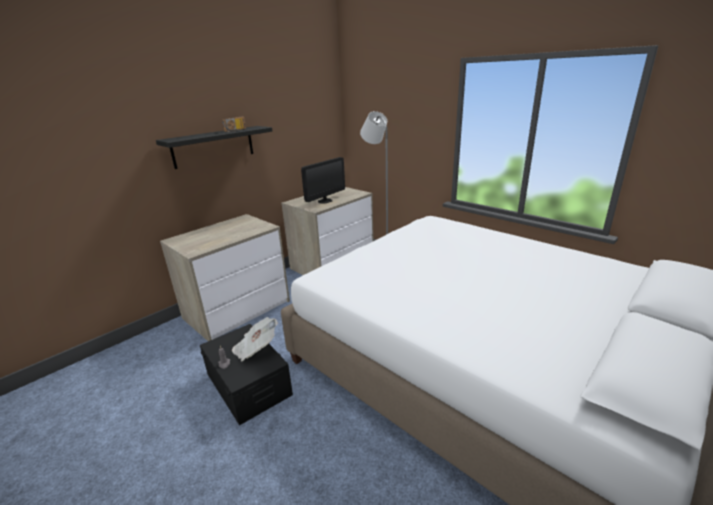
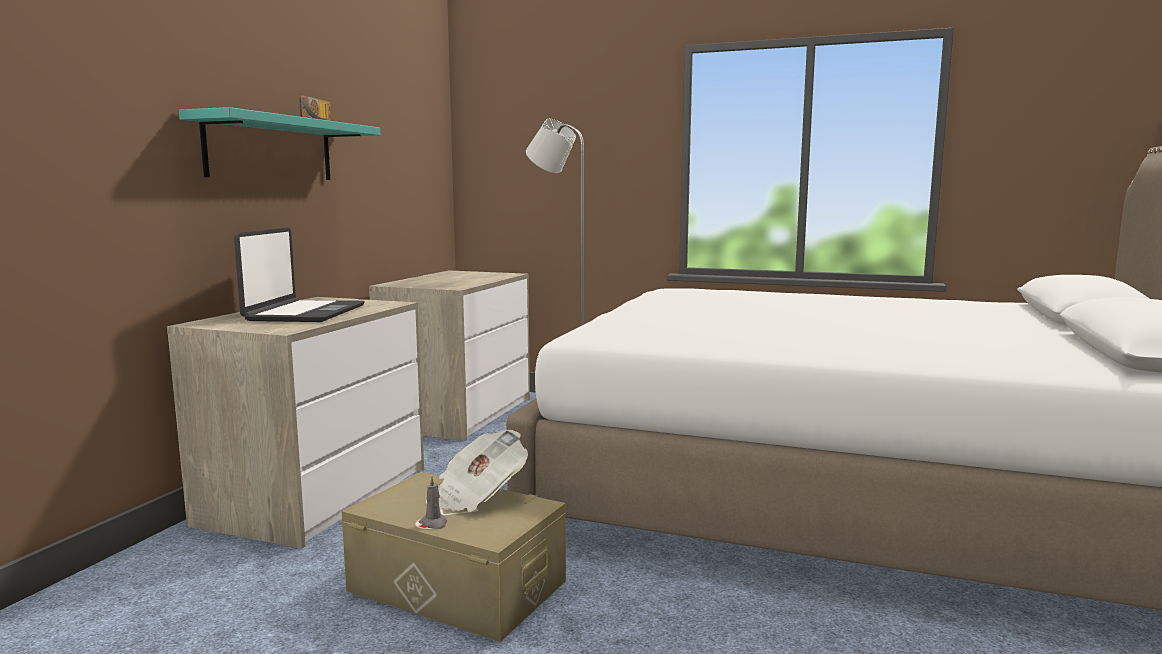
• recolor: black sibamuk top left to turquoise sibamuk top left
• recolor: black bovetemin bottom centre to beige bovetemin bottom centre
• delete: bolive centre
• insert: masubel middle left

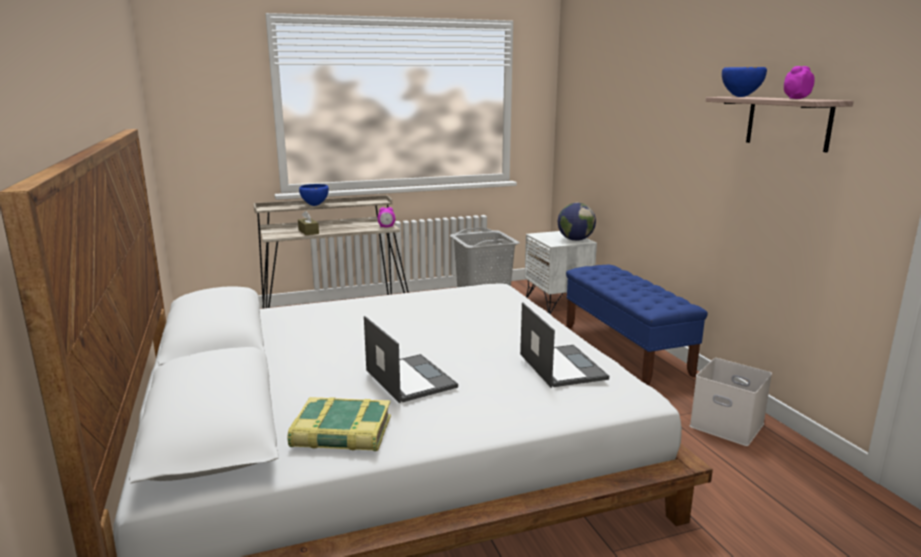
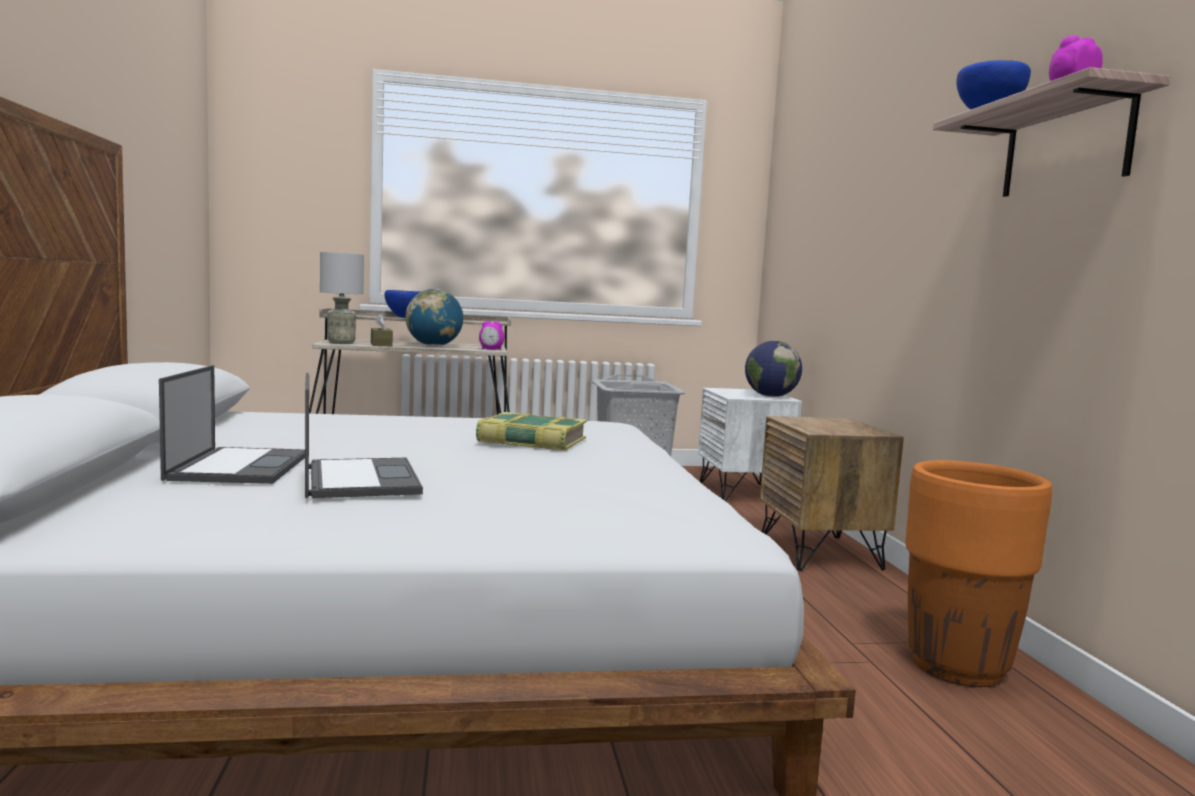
• move: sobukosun bottom centre to centre
• move: masubel (2nd from left in the first image) centre to masubel (1st from left) middle left
• replace: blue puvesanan middle right to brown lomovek middle right
• replace: white bovetemin bottom right to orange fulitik bottom right
• insert: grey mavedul middle left
• insert: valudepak (1st from left) centre

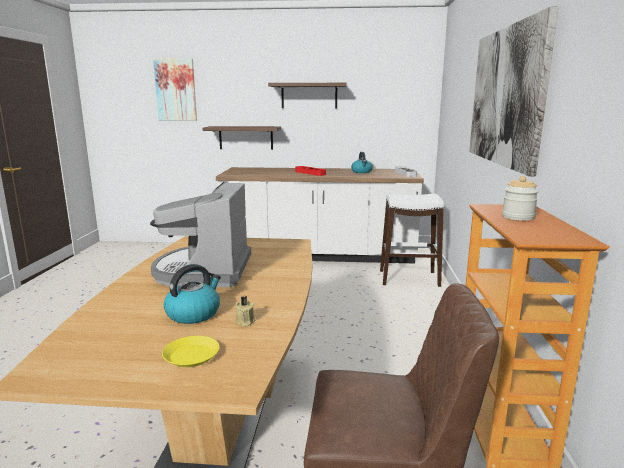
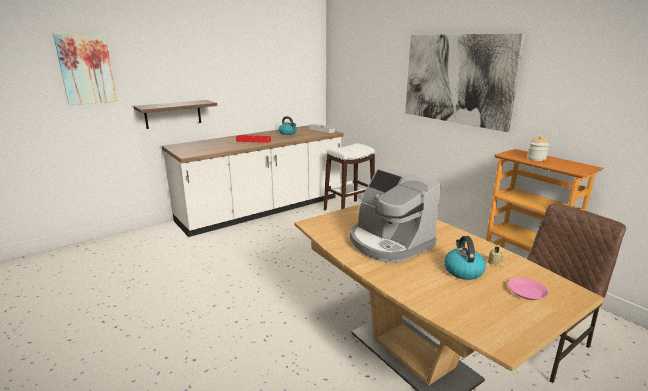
• recolor: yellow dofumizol bottom left to pink dofumizol bottom right
• delete: sibamuk (2nd from left) top centre

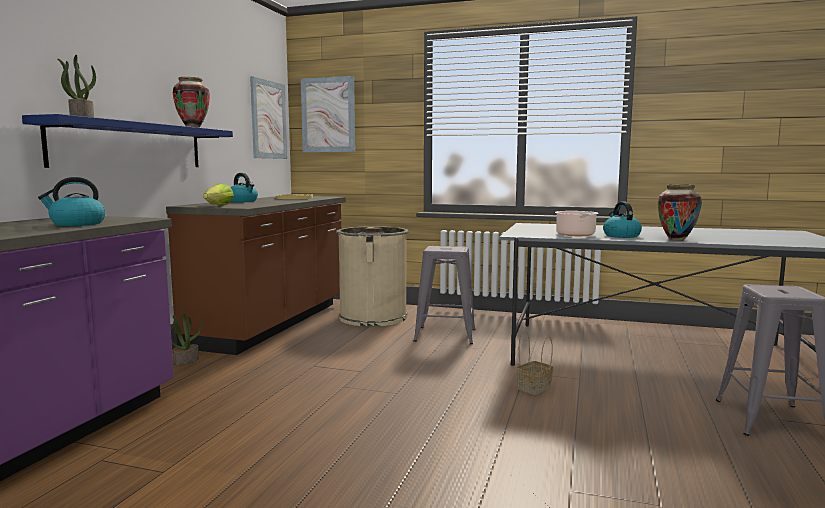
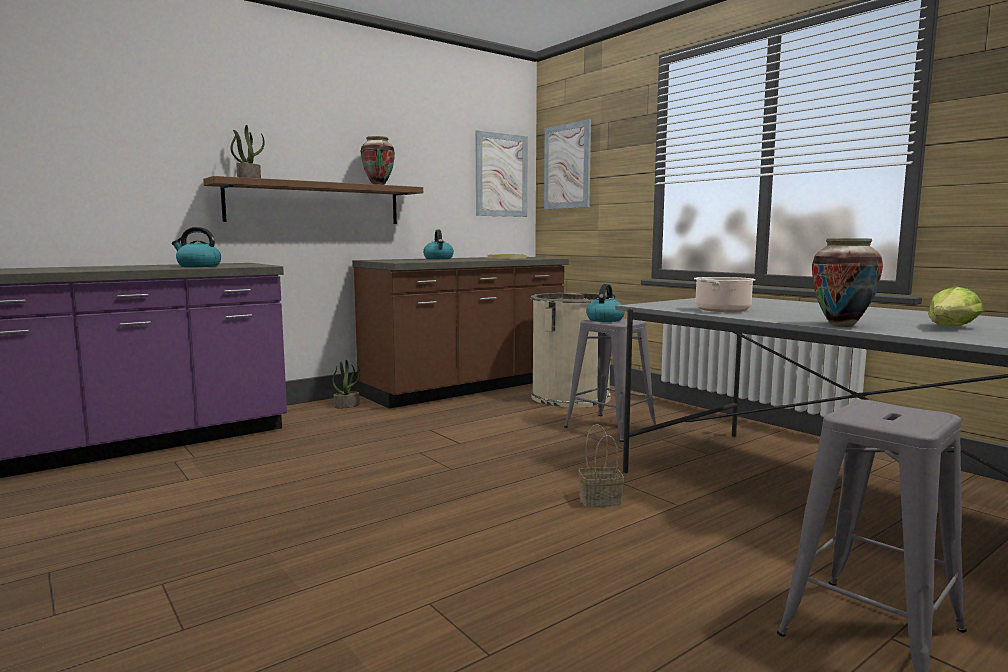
• recolor: blue sibamuk top left to brown sibamuk top left
• move: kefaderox middle left to middle right
• move: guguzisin (3rd from left) middle right to centre

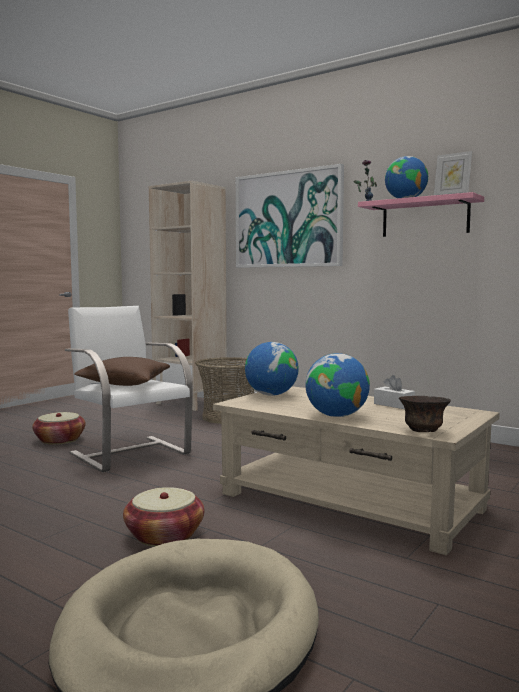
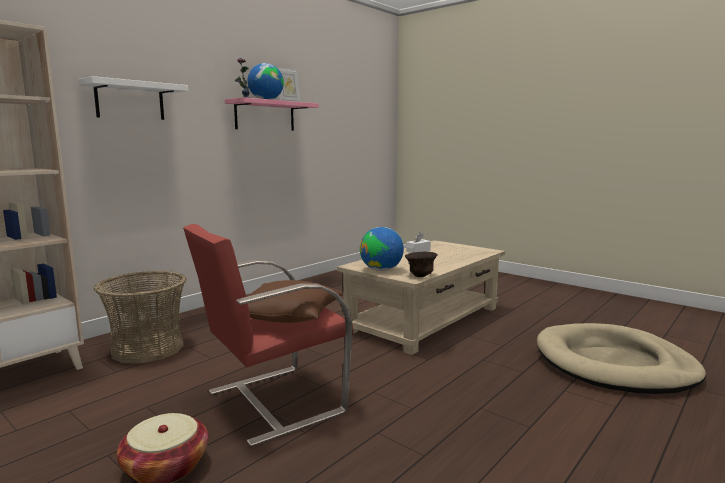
• recolor: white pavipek middle left to red pavipek bottom centre
• delete: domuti (2nd from left) bottom left
• replace: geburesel top centre to white sibamuk top left
• delete: valudepak (2nd from left) centre
• move: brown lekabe middle right to centre

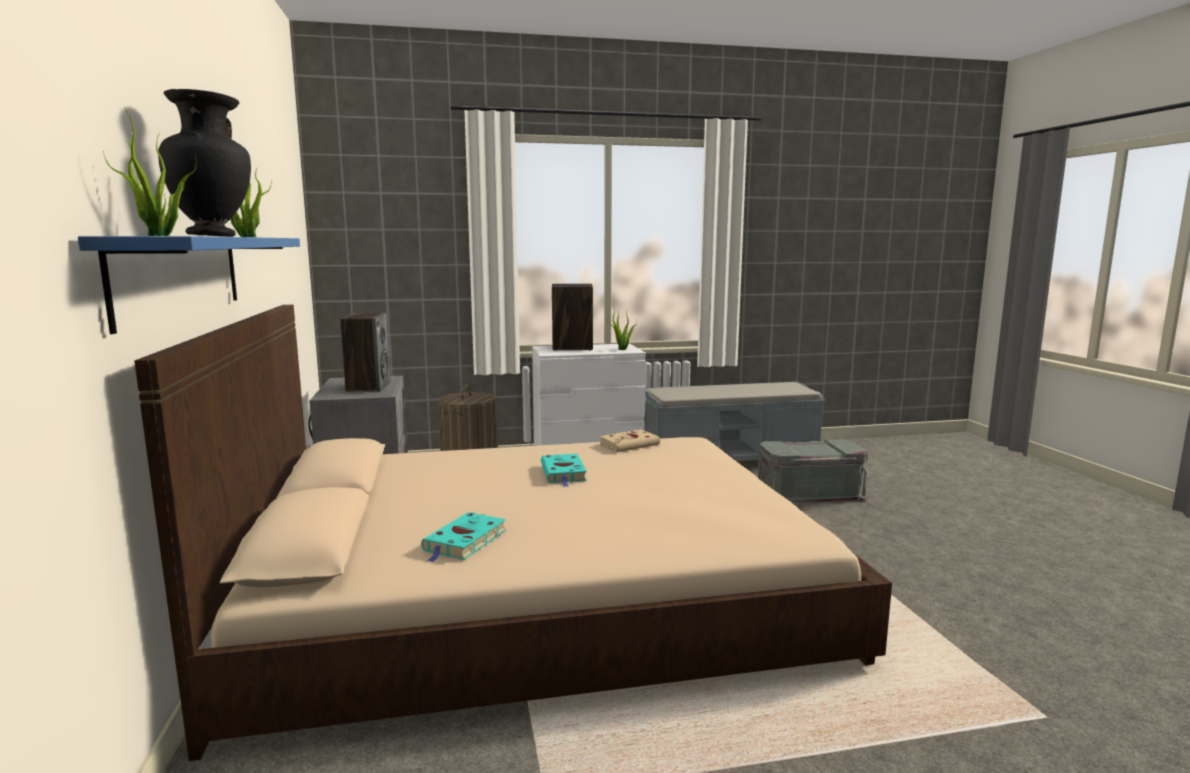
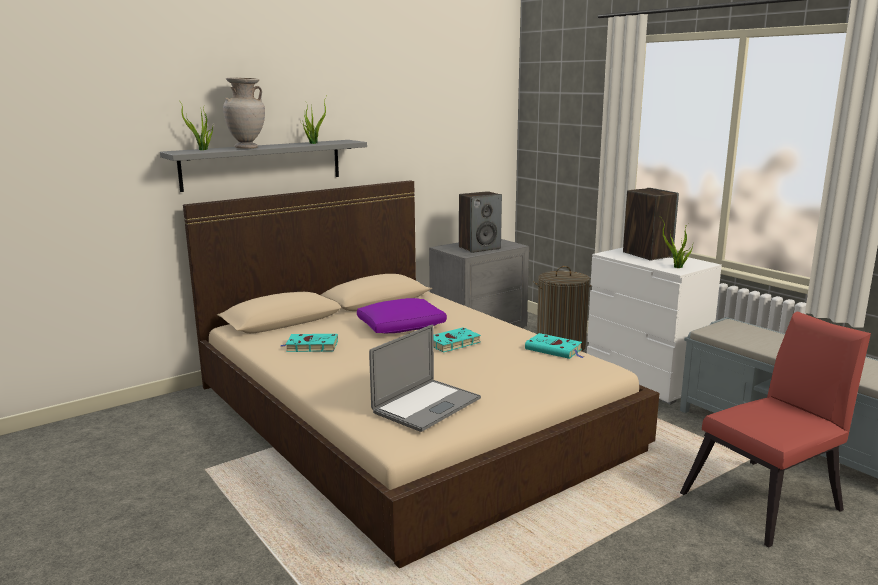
• recolor: blue sibamuk middle left to grey sibamuk top left
• recolor: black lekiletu top left to beige lekiletu top left
• recolor: beige sobukosun centre to turquoise sobukosun (3rd from left) centre
• replace: grey bovetemin middle right to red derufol bottom right
• insert: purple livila centre
• insert: masubel centre

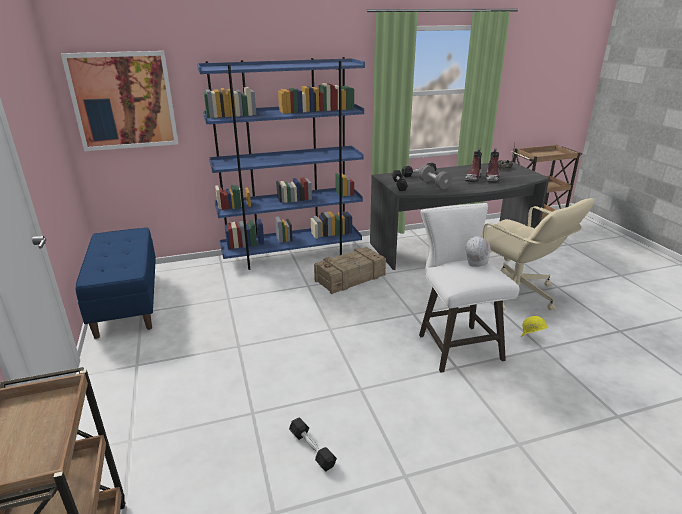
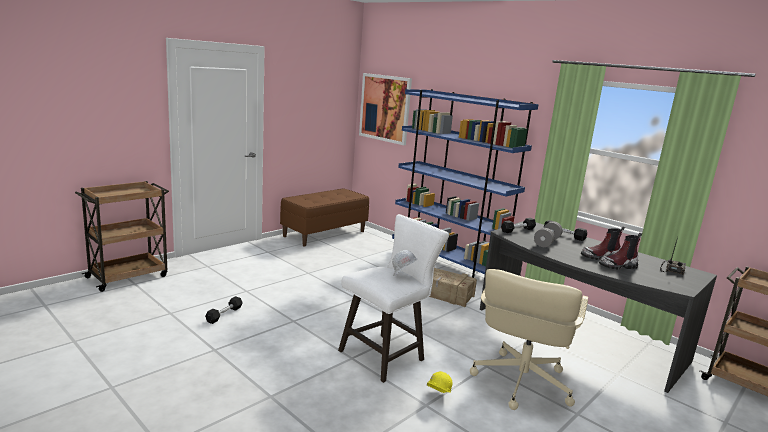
• recolor: blue puvesanan middle left to brown puvesanan centre

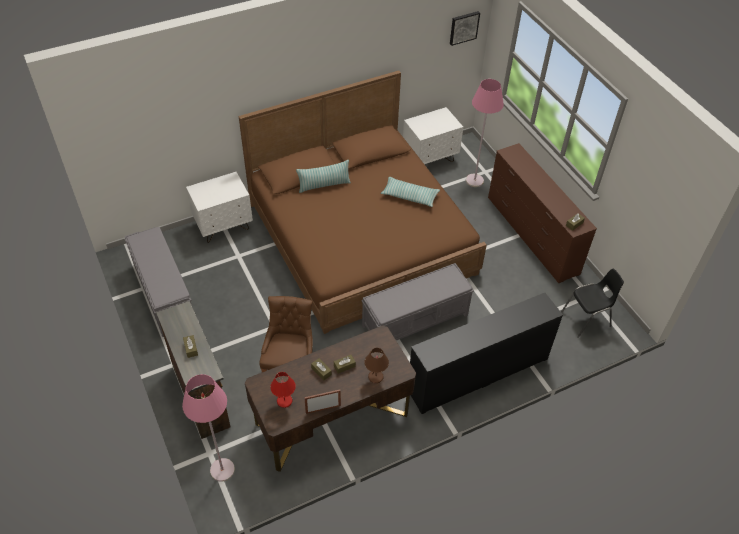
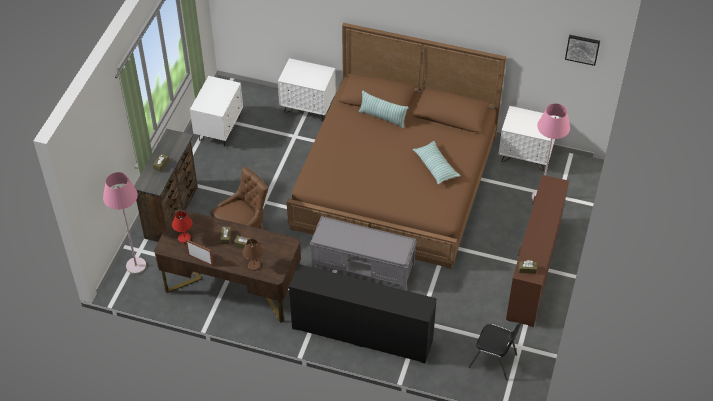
• replace: grey puvesanan (1st from left) middle left to white lomovek (1st from left) top left

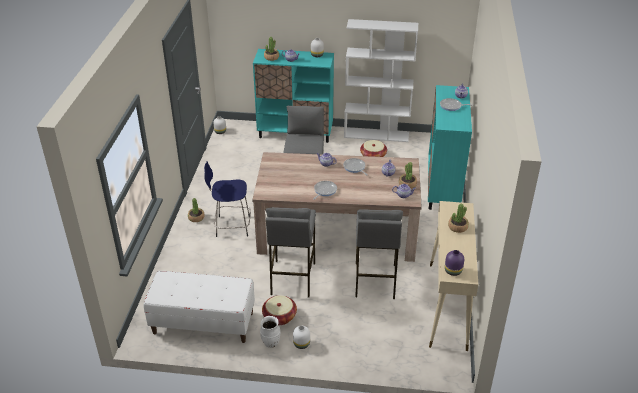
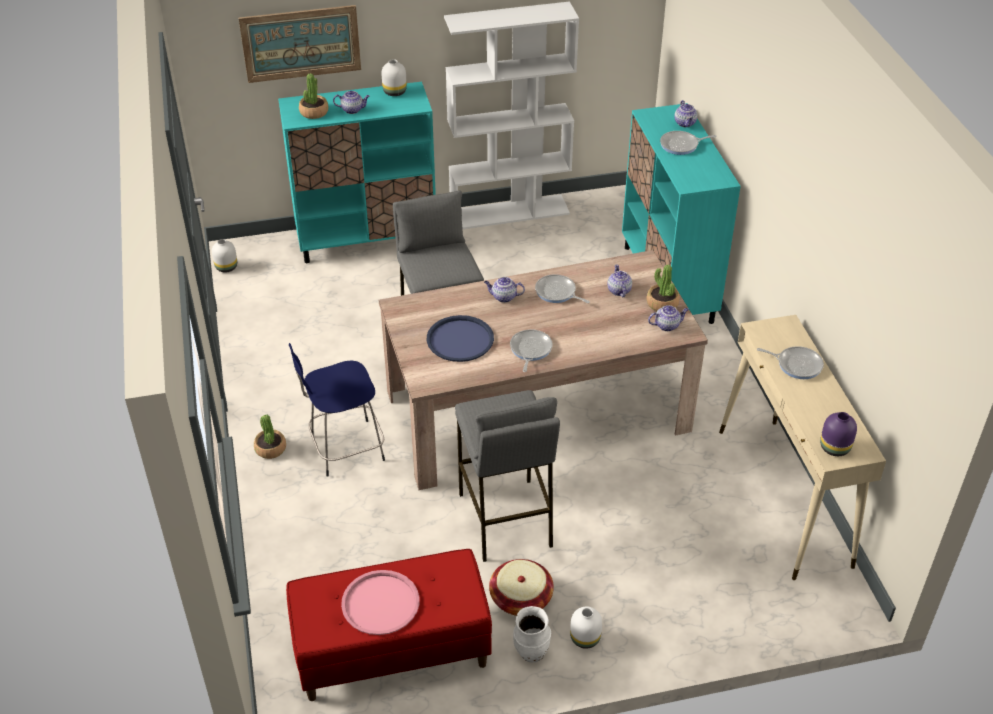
• recolor: white puvesanan bottom left to red puvesanan bottom centre
• delete: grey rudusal (3rd from left) centre
• delete: domuti (2nd from left) centre
• replace: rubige (4th from left) middle right to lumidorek (4th from left) middle right
• insert: geburesel top left
• insert: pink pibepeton bottom centre
• insert: blue pibepeton centre

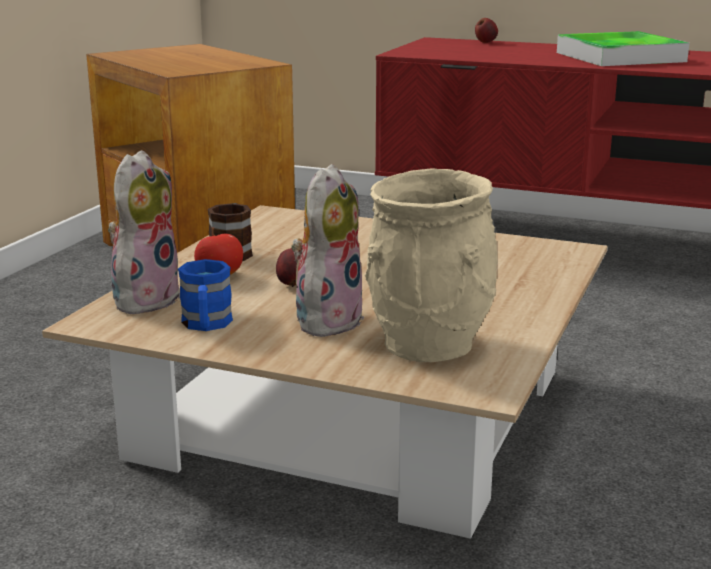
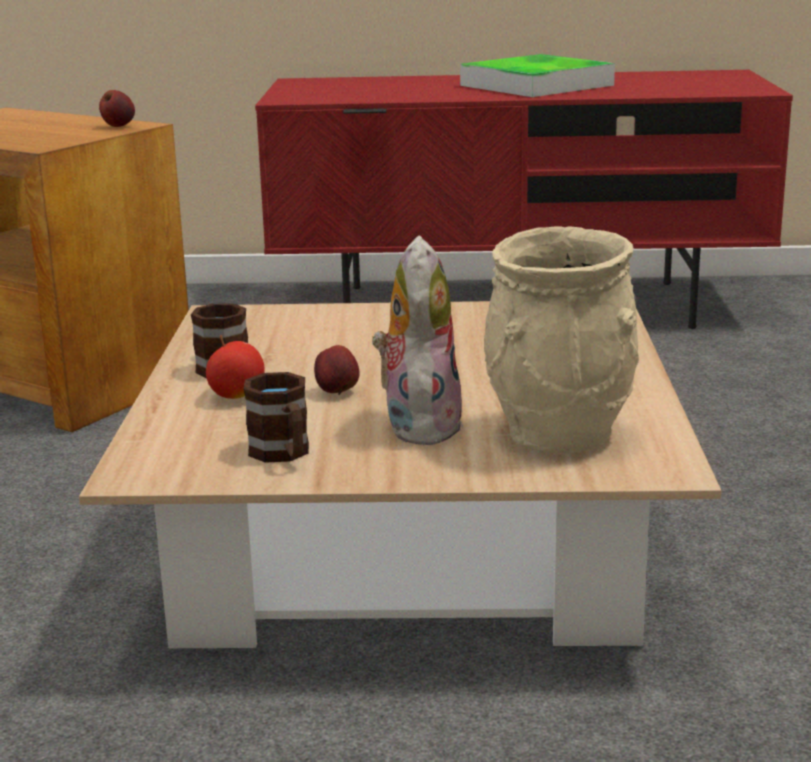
• delete: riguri (1st from left) middle left
• recolor: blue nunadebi middle left to brown nunadebi (2nd from left) centre
• move: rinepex (3rd from left in the first image) top right to rinepex (1st from left) top left

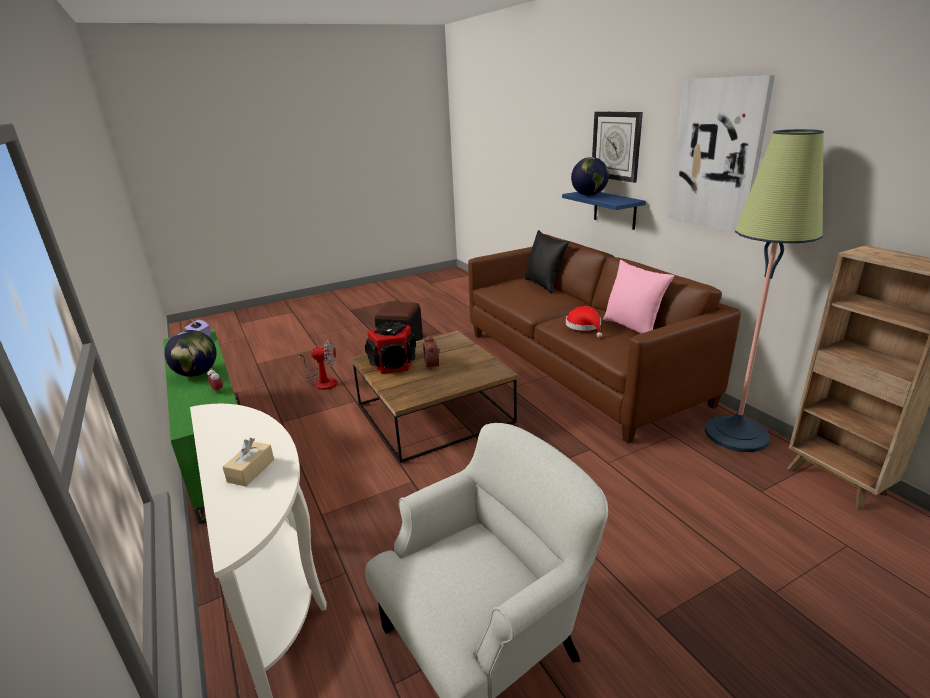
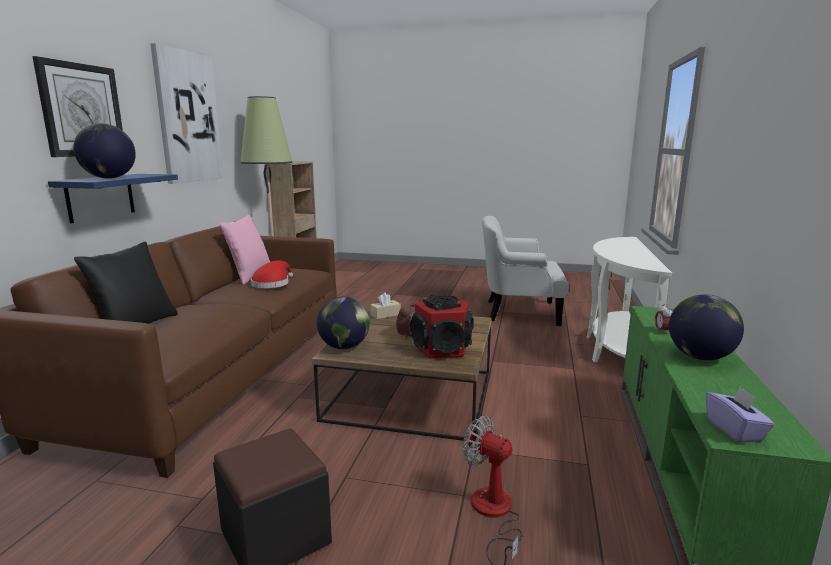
• move: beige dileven middle left to centre
• insert: valudepak (2nd from left) centre

